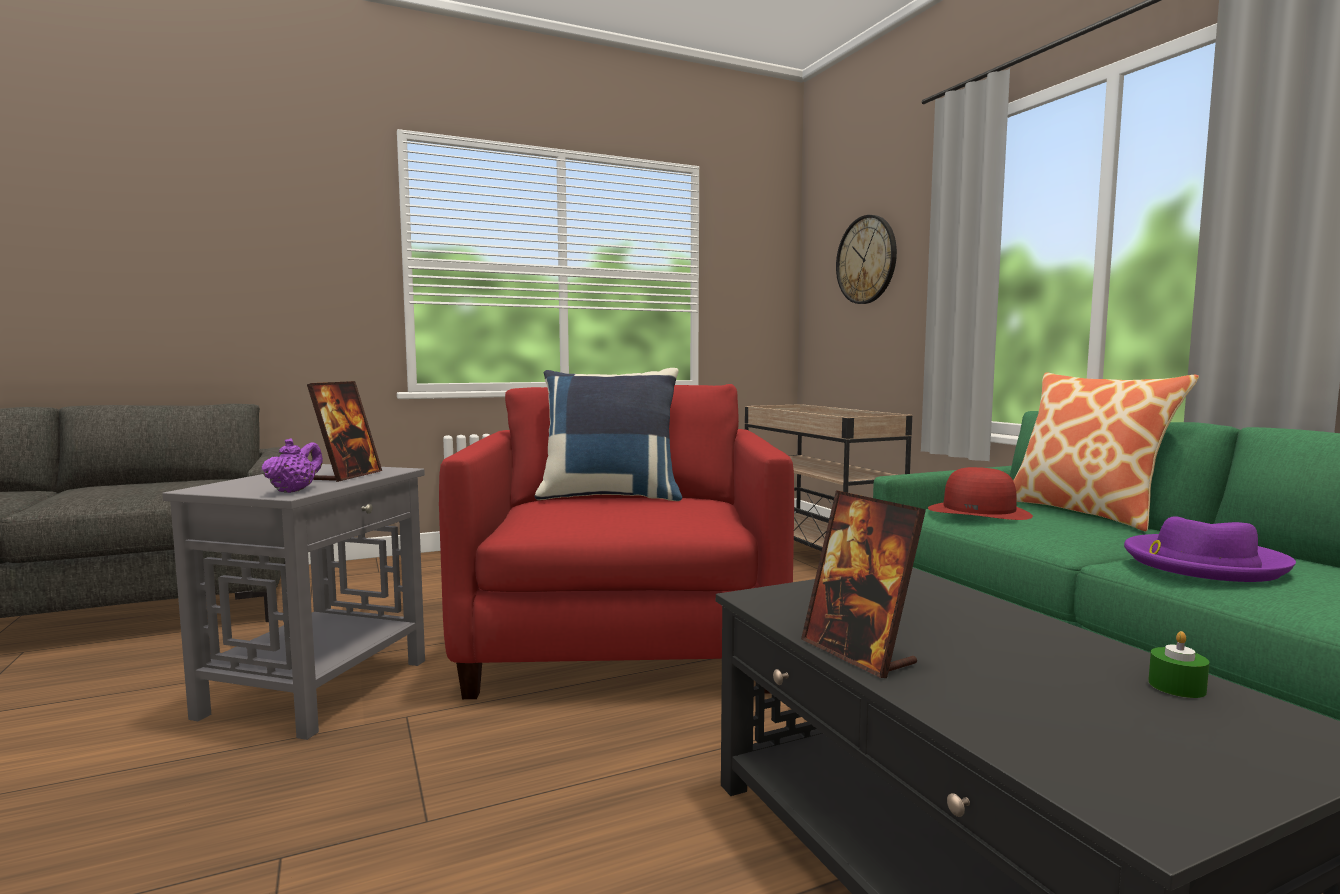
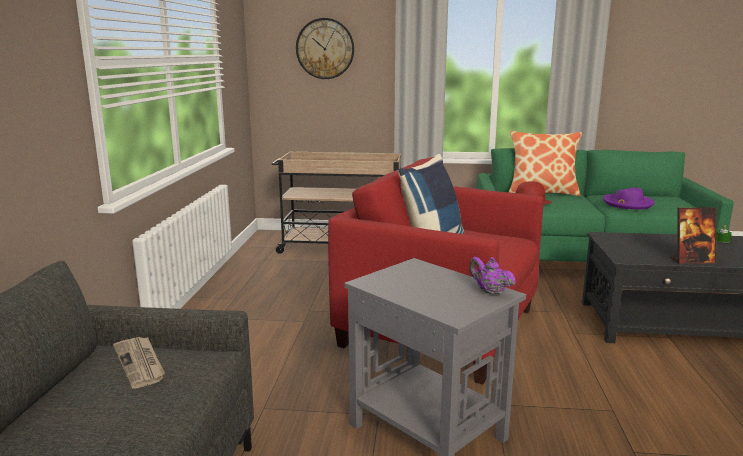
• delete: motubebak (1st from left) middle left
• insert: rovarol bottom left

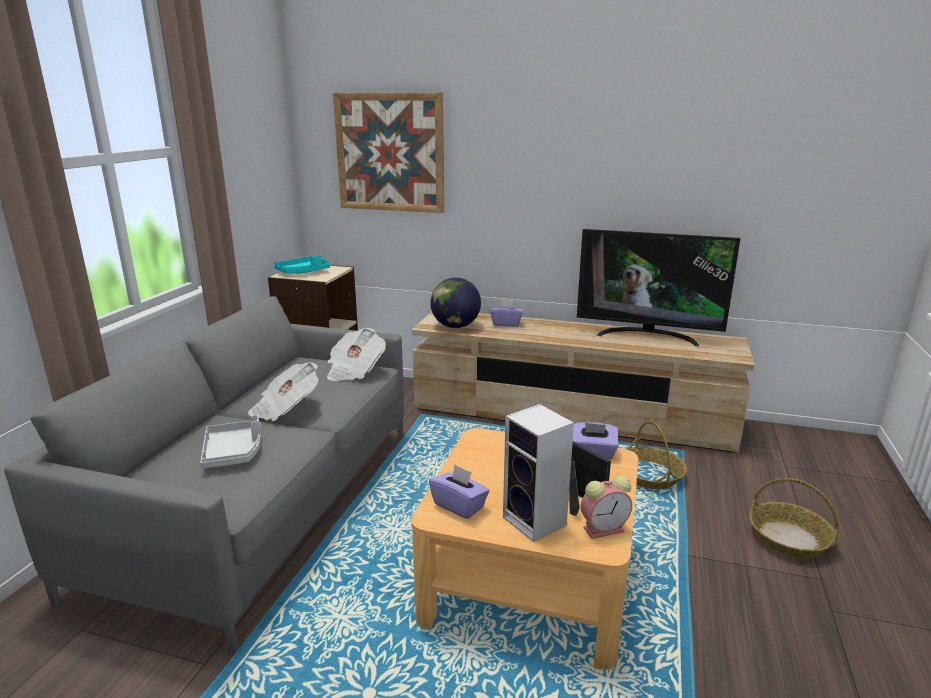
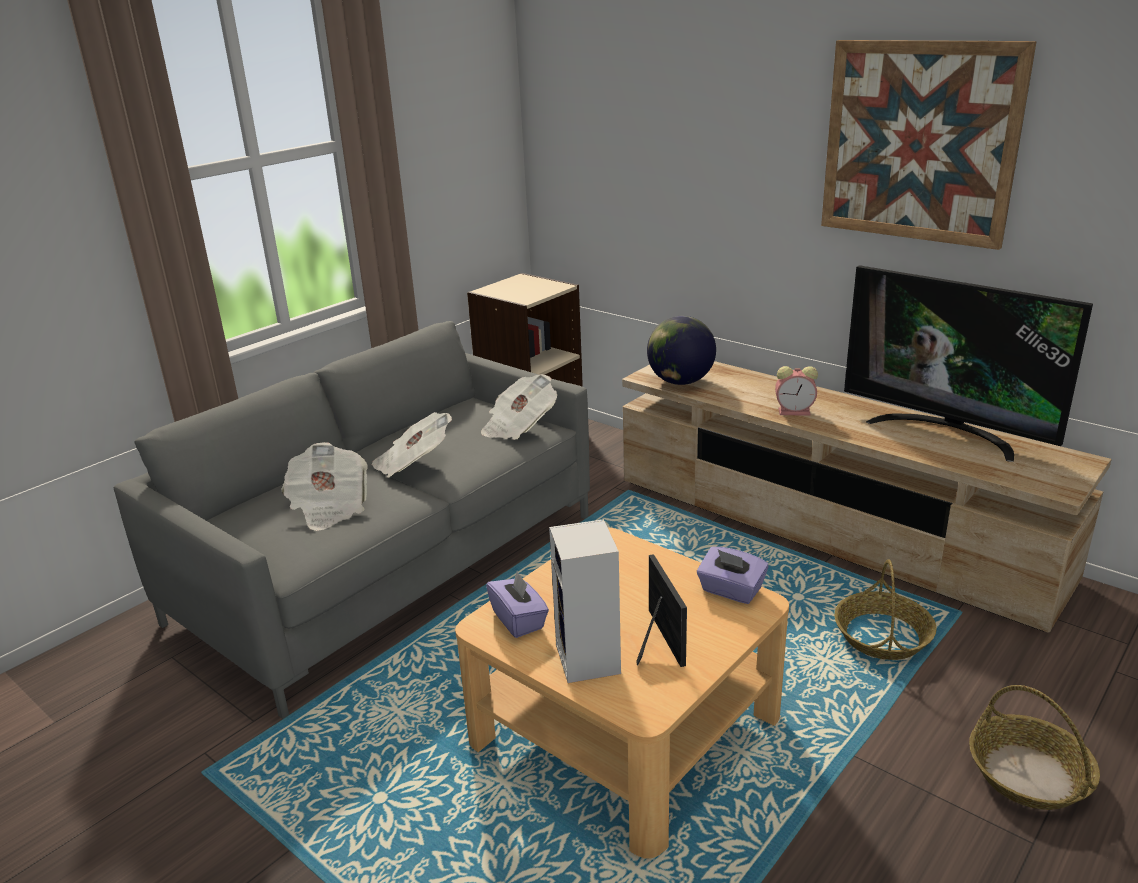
• replace: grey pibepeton middle left to rovarol (1st from left) middle left
• delete: turquoise pibepeton middle left
• move: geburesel top centre to top right
• delete: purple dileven (2nd from left) centre
• move: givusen bottom centre to middle right

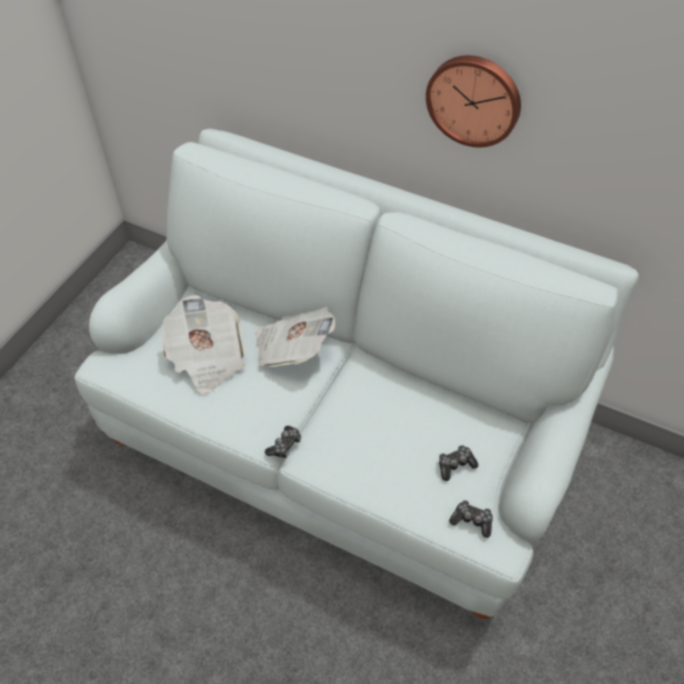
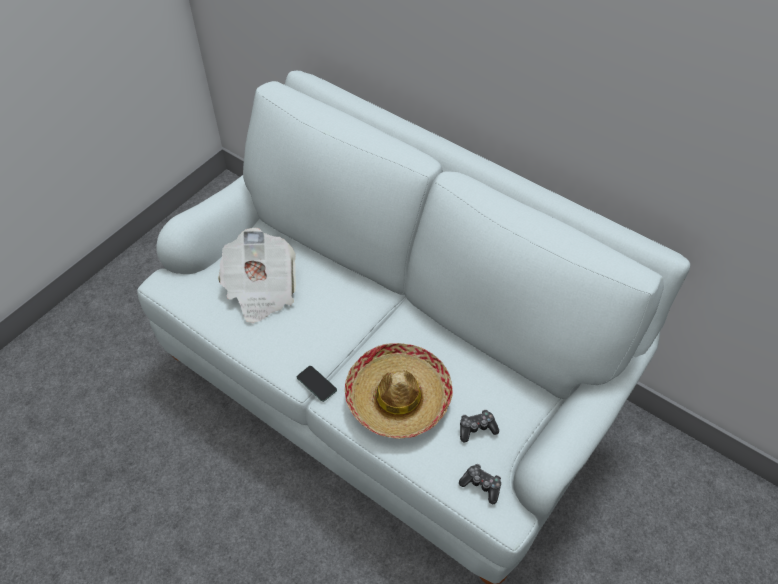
• delete: rovarol (2nd from left) centre
• replace: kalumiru (1st from left) centre to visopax centre
• delete: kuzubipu top right
• insert: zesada bottom centre

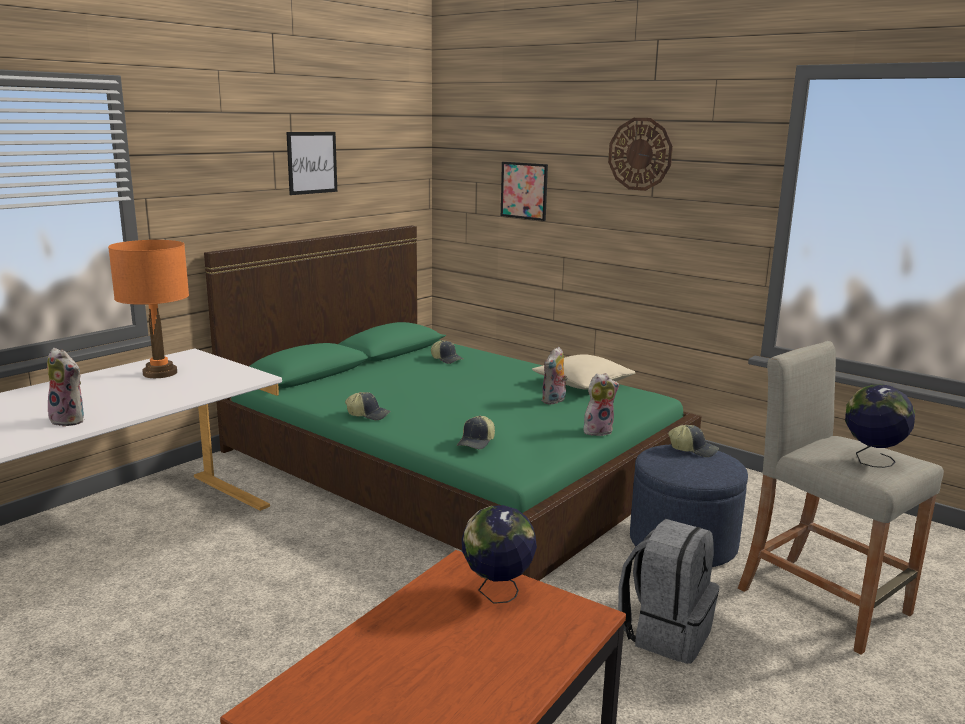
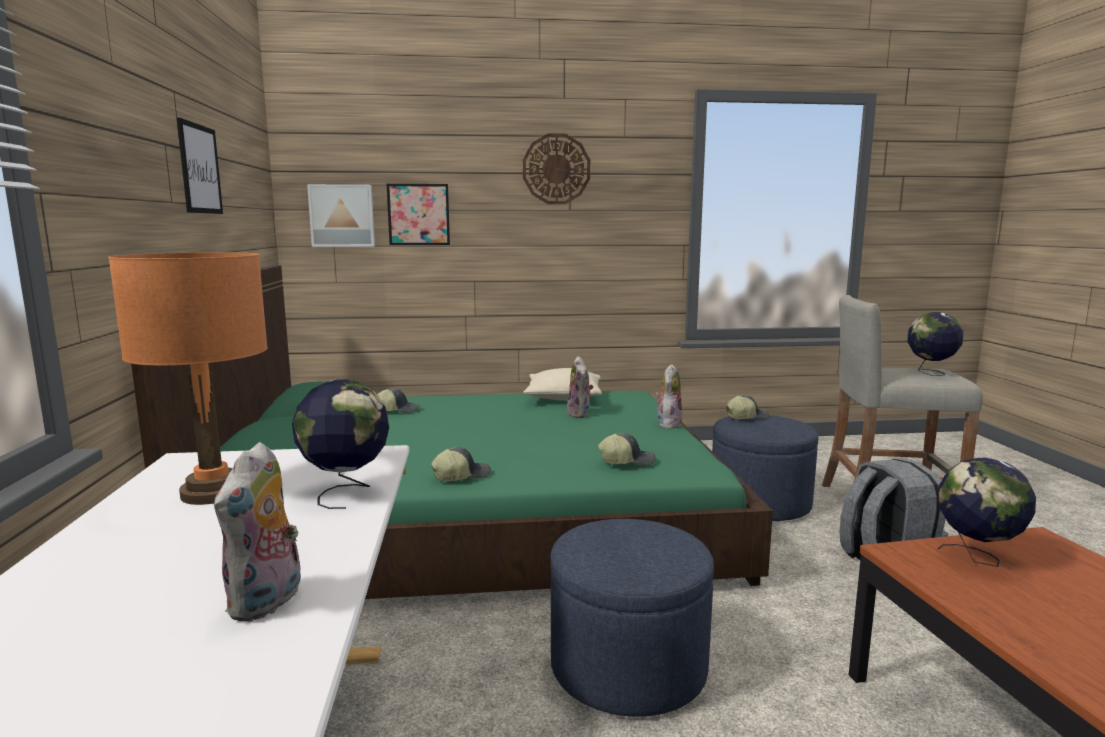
• rotate: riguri (1st from left) middle left = bottom left 120 degrees clockwise
• rotate: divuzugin (3rd from left) centre = centre 75 degrees counterclockwise
• insert: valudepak (1st from left) middle left
• insert: geburesel (2nd from left) top left
• insert: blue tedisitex (1st from left) bottom centre

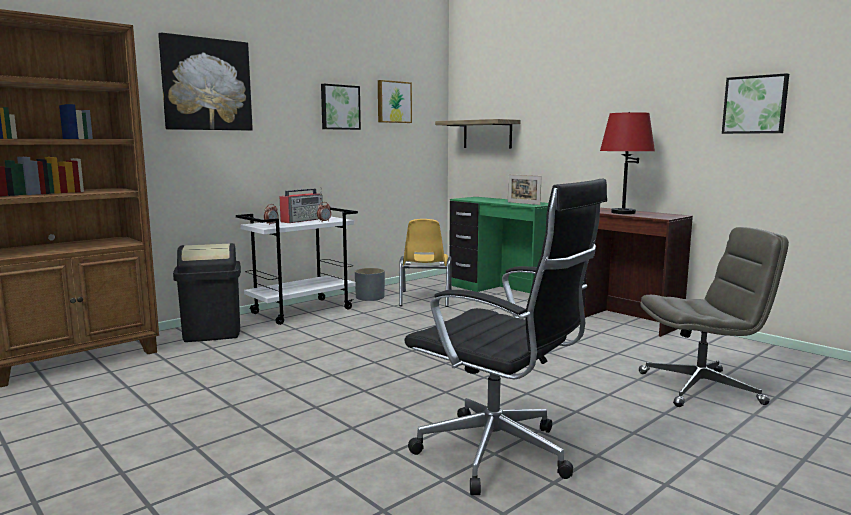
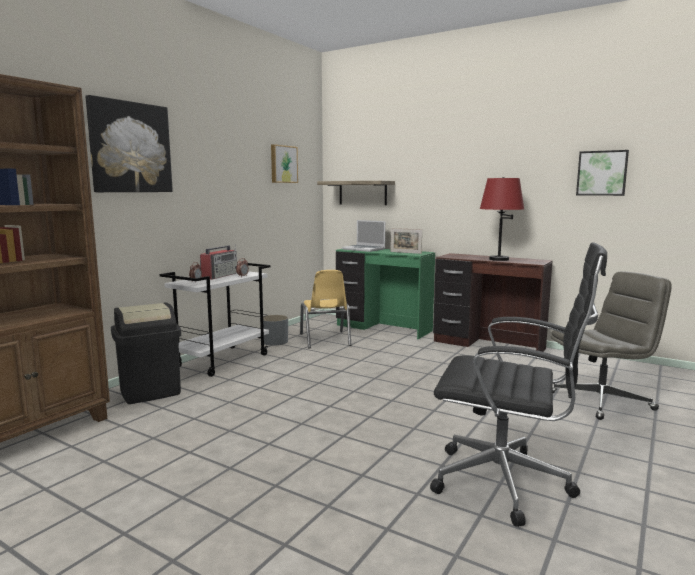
• delete: geburesel (2nd from left) top centre
• insert: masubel centre

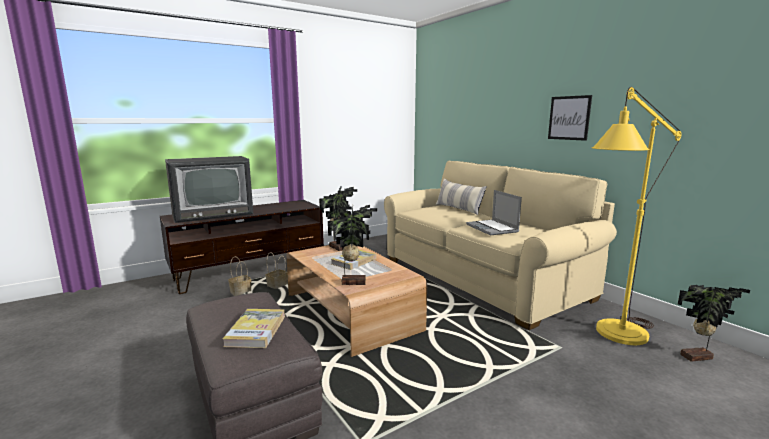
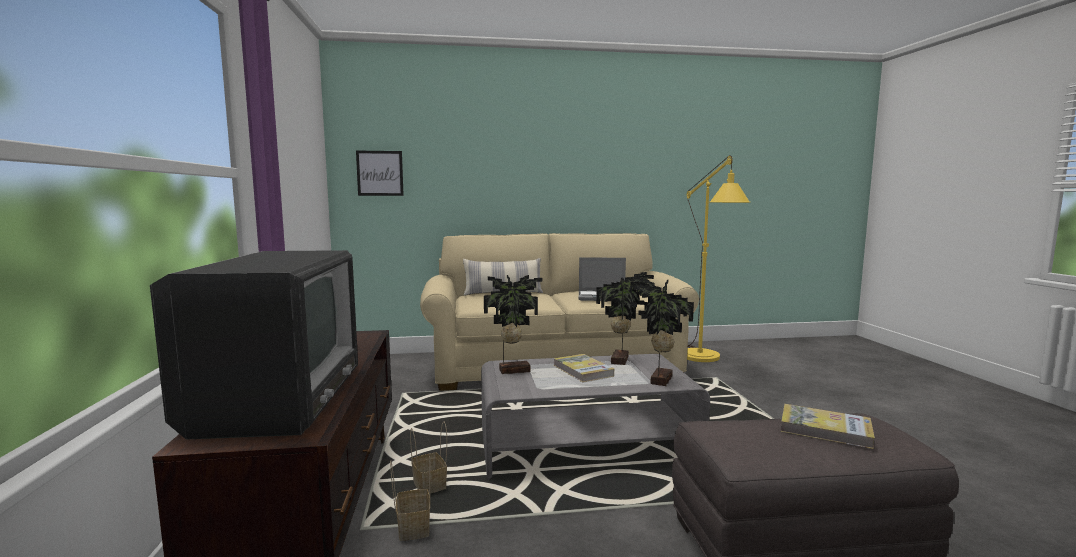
• recolor: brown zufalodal bottom centre to grey zufalodal bottom centre
• move: geburesel top right to top centre
• move: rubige (3rd from left in the first image) bottom right to rubige (2nd from left) centre

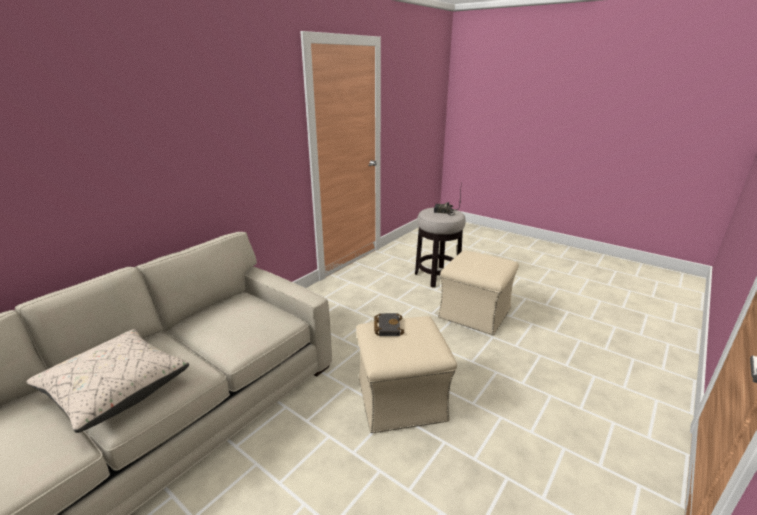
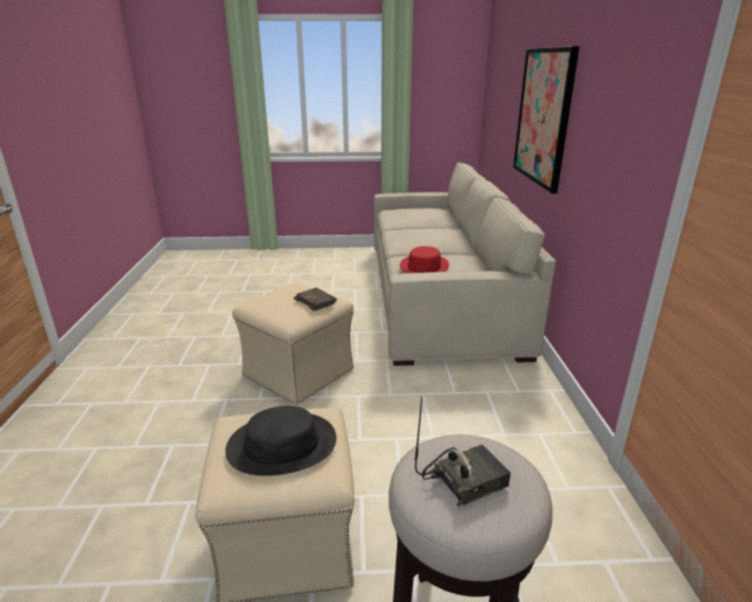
• delete: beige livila bottom left
• insert: black zesada bottom centre
• insert: red zesada centre
• insert: geburesel top right

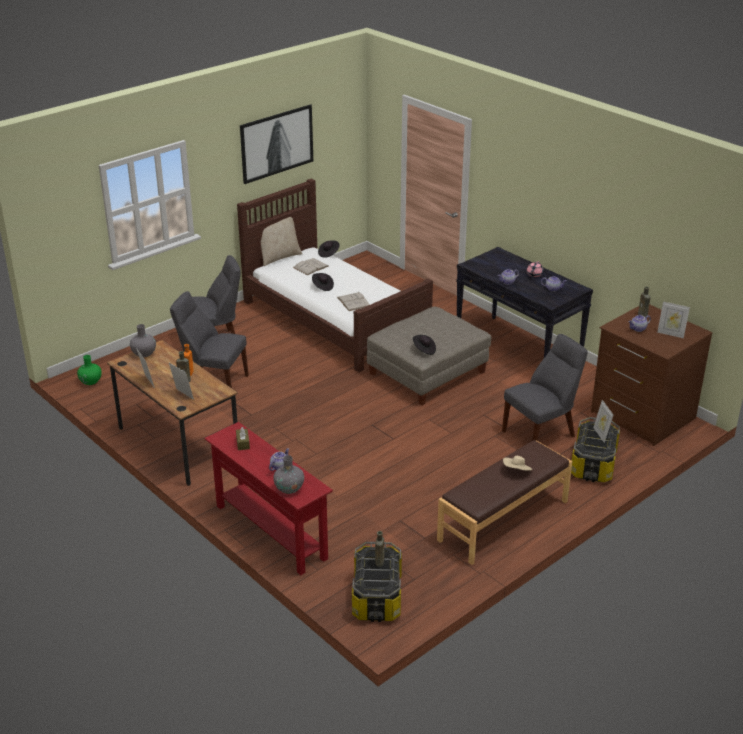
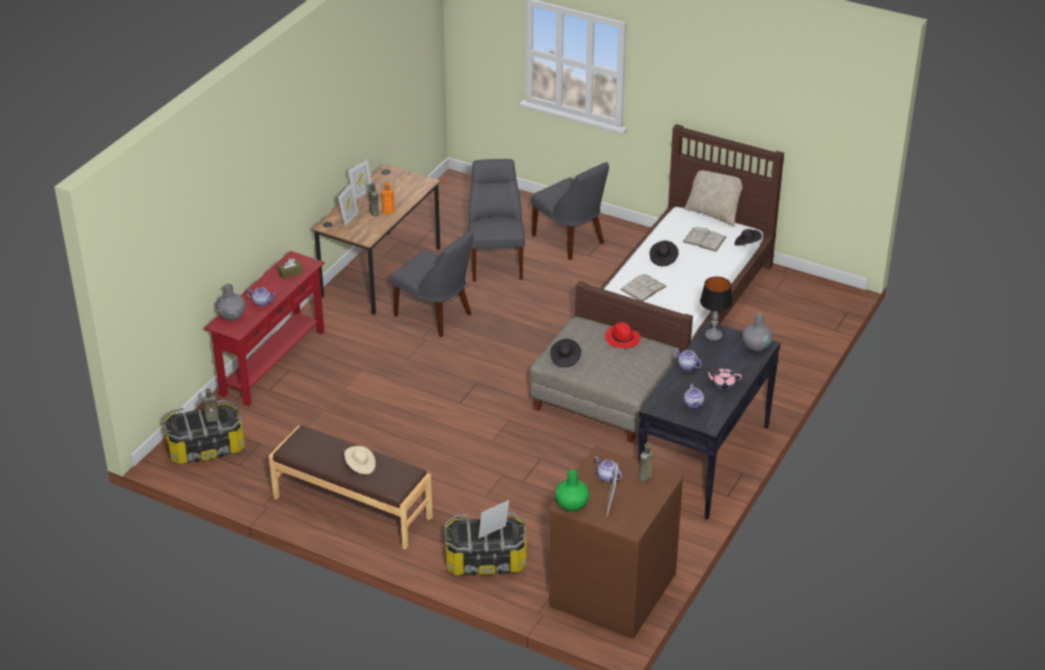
• move: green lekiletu middle left to bottom centre
• move: grey lekiletu (1st from left in the first image) middle left to grey lekiletu (2nd from left) middle right
• delete: geburesel top centre
• move: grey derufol (3rd from left in the first image) middle right to grey derufol (1st from left) centre
• insert: red zesada centre
• insert: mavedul middle right

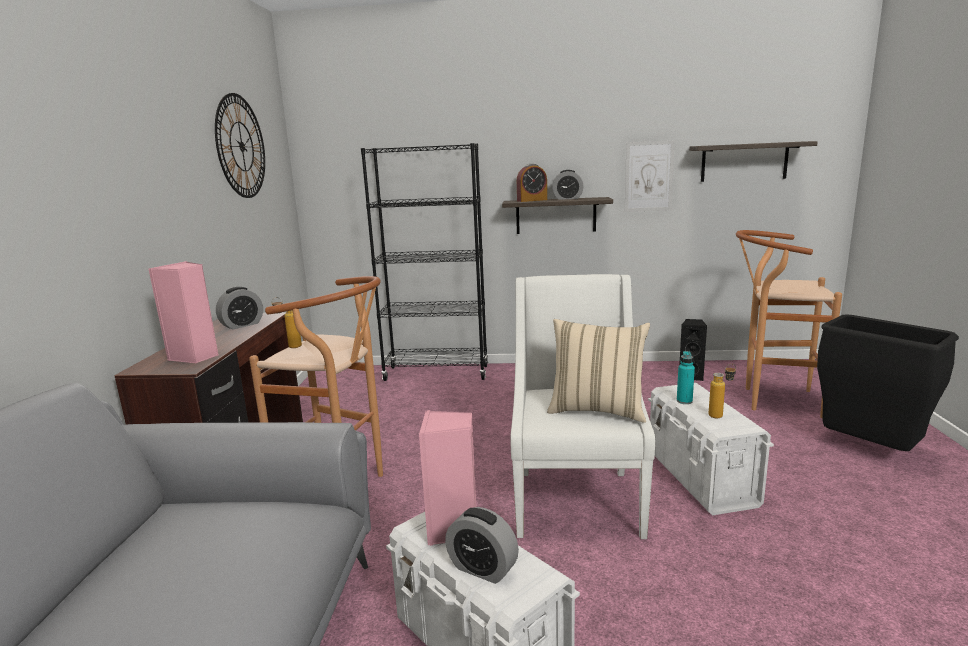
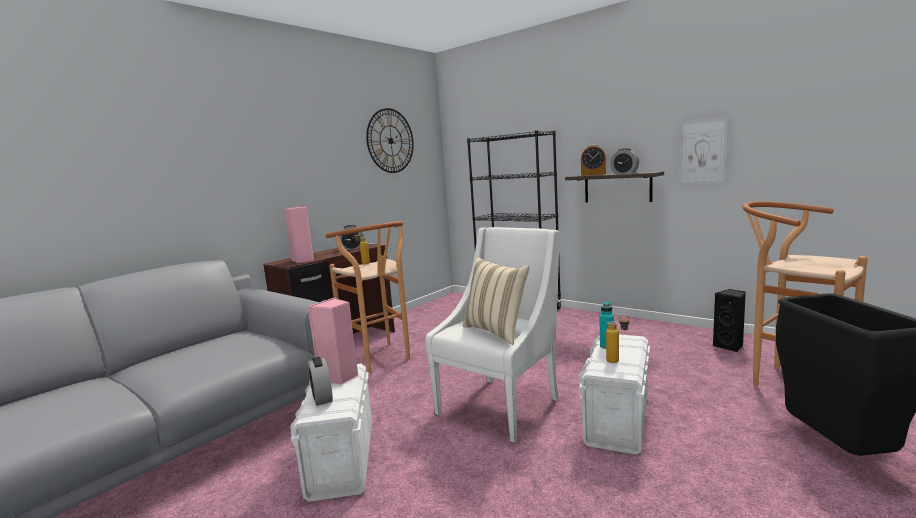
• delete: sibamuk (2nd from left) top right

